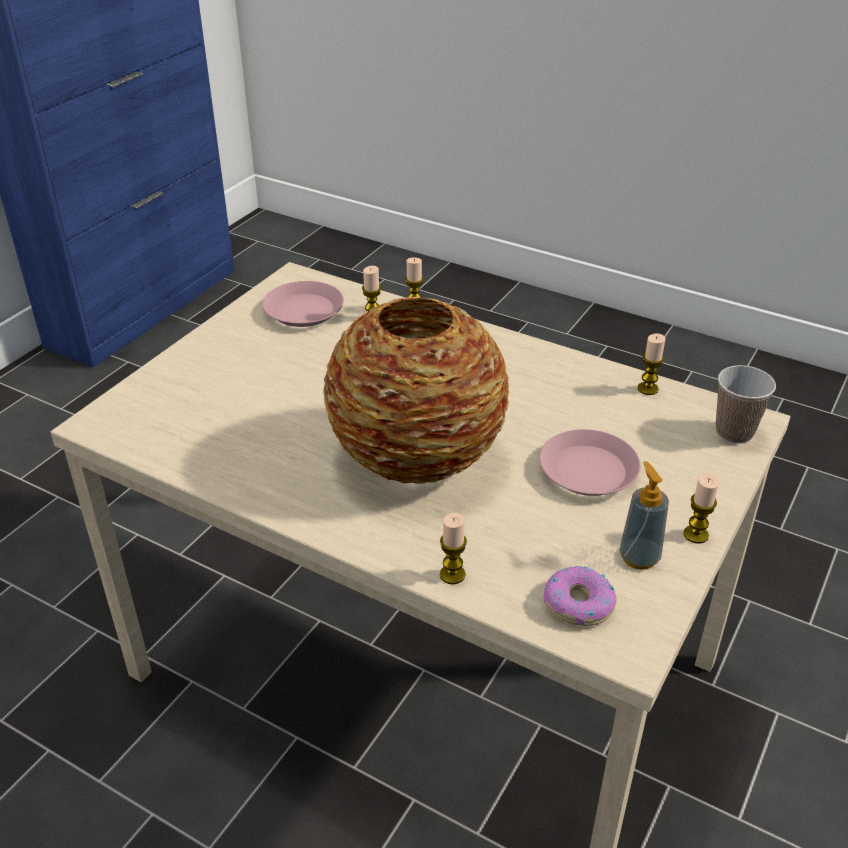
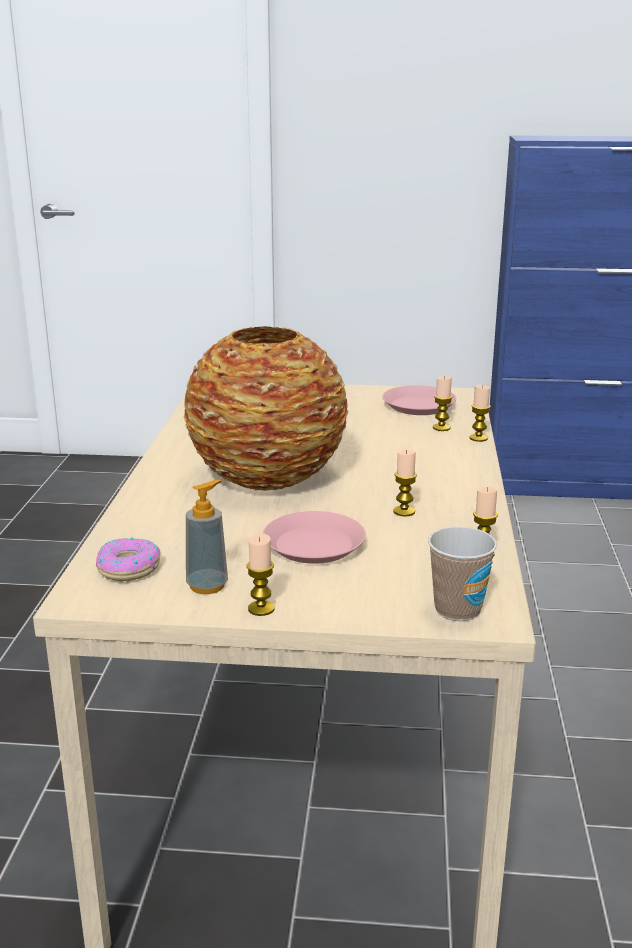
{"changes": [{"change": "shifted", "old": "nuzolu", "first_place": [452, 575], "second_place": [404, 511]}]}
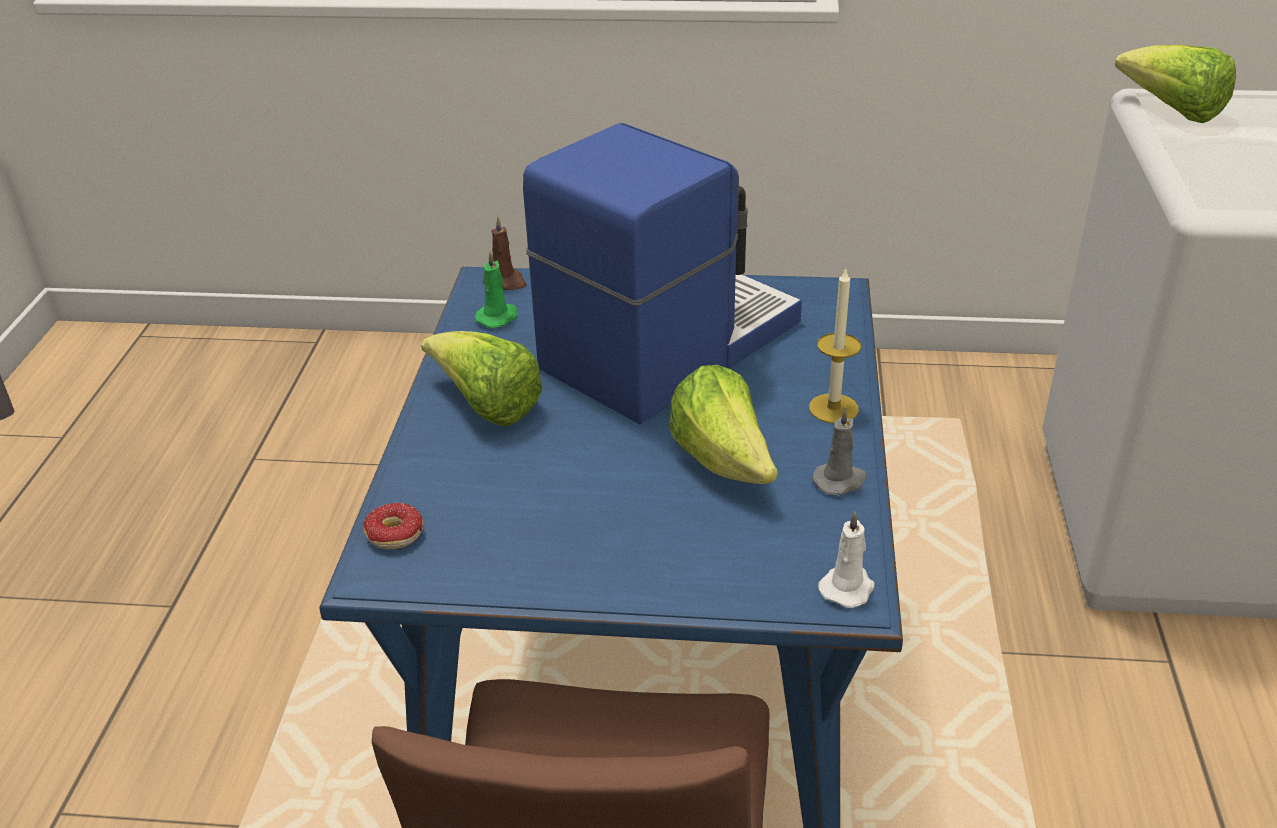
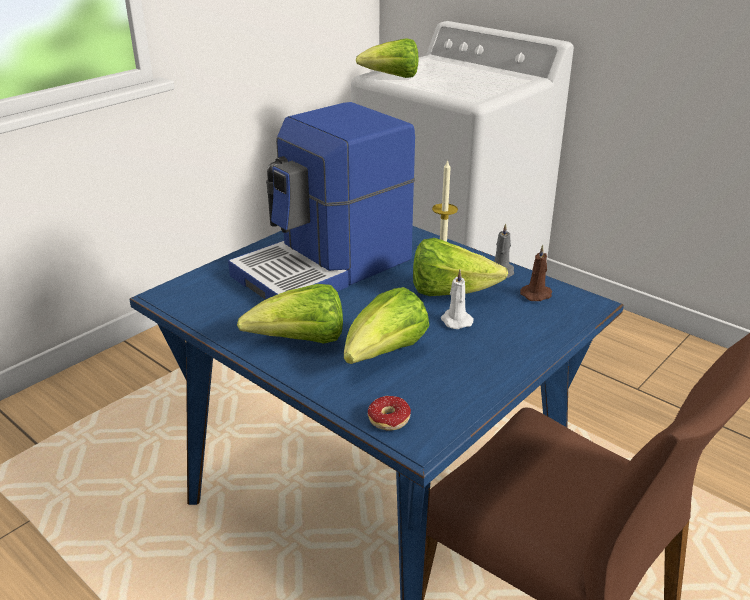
{"changes": [{"change": "gone", "old": "green nuzolu", "first_place": [498, 317]}, {"change": "new", "new": "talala", "second_place": [385, 354]}, {"change": "shifted", "old": "brown nuzolu", "first_place": [506, 282], "second_place": [537, 294]}, {"change": "shifted", "old": "white nuzolu", "first_place": [848, 587], "second_place": [455, 320]}, {"change": "rotated", "old": "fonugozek", "first_place": [666, 345], "second_place": [326, 268], "degrees": -120}]}
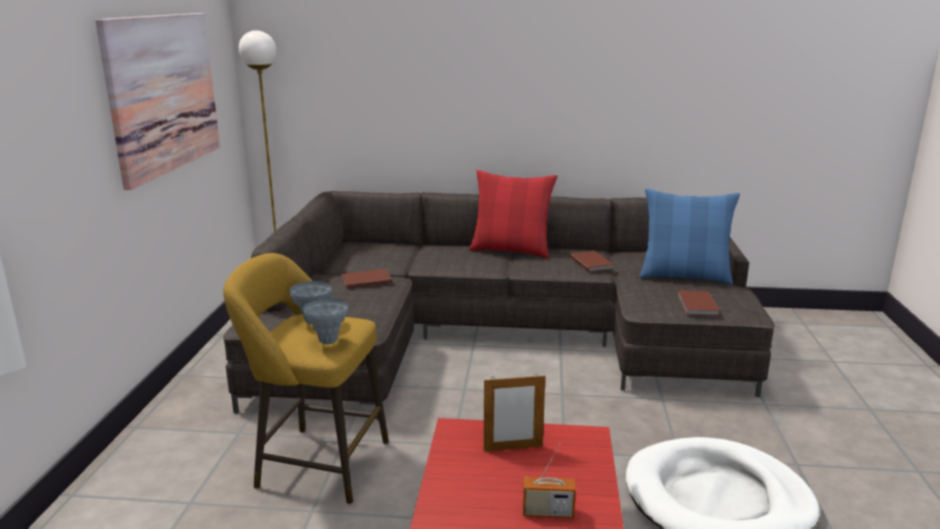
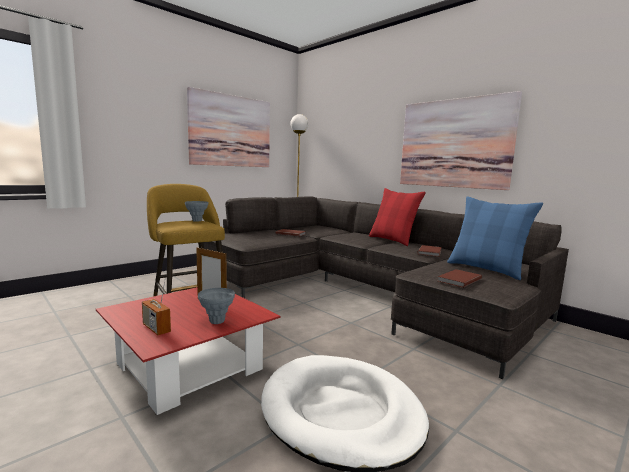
{"changes": [{"change": "new", "new": "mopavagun", "second_place": [454, 143]}, {"change": "shifted", "old": "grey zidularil", "first_place": [328, 341], "second_place": [216, 321]}]}
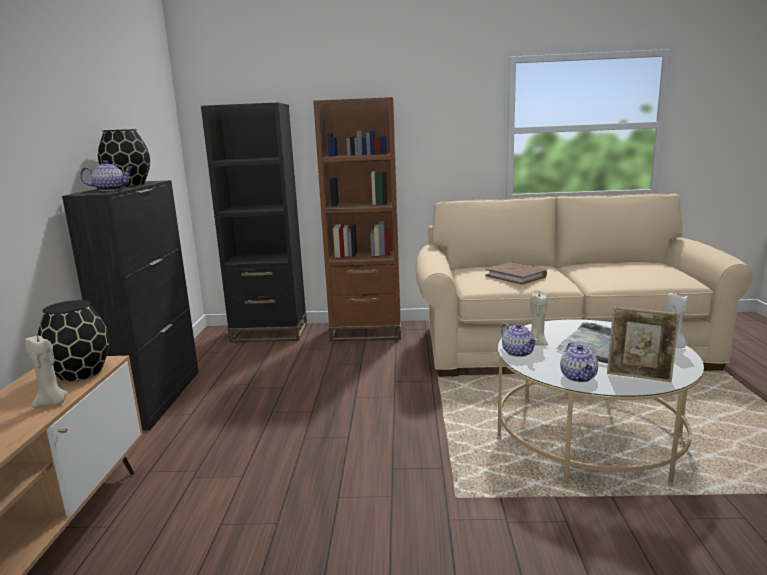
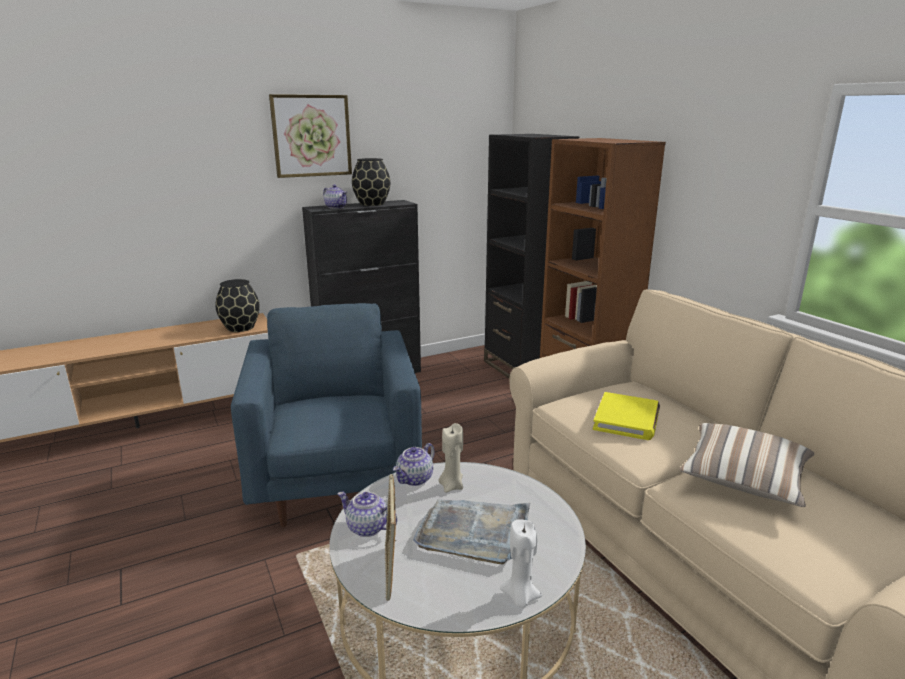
{"changes": [{"change": "gone", "old": "beige nuzolu", "first_place": [52, 403]}, {"change": "new", "new": "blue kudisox", "second_place": [337, 481]}, {"change": "new", "new": "mopavagun", "second_place": [311, 136]}, {"change": "new", "new": "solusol", "second_place": [743, 481]}, {"change": "repainted", "old": "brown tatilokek", "new": "yellow tatilokek", "first_place": [516, 276], "second_place": [627, 419]}, {"change": "rotated", "old": "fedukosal", "first_place": [579, 377], "second_place": [367, 528], "degrees": 60}]}
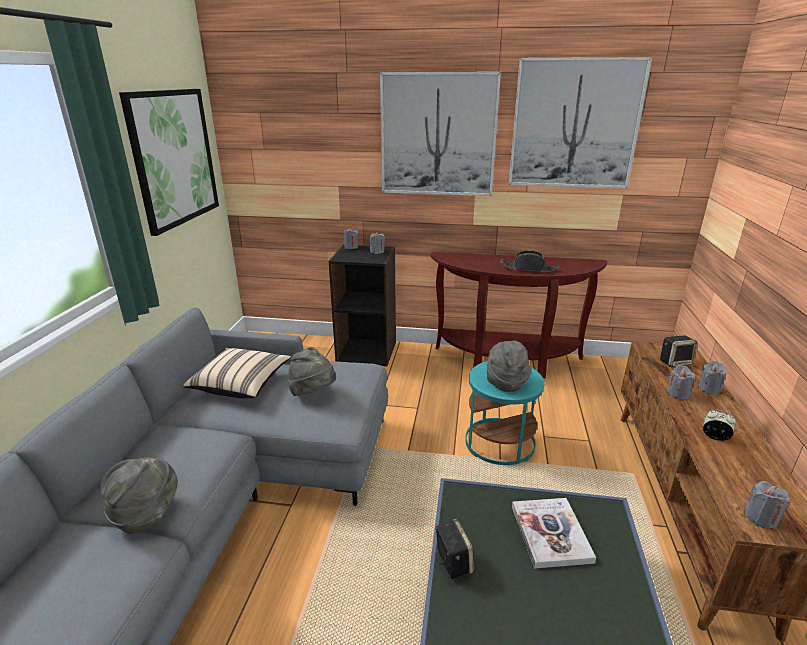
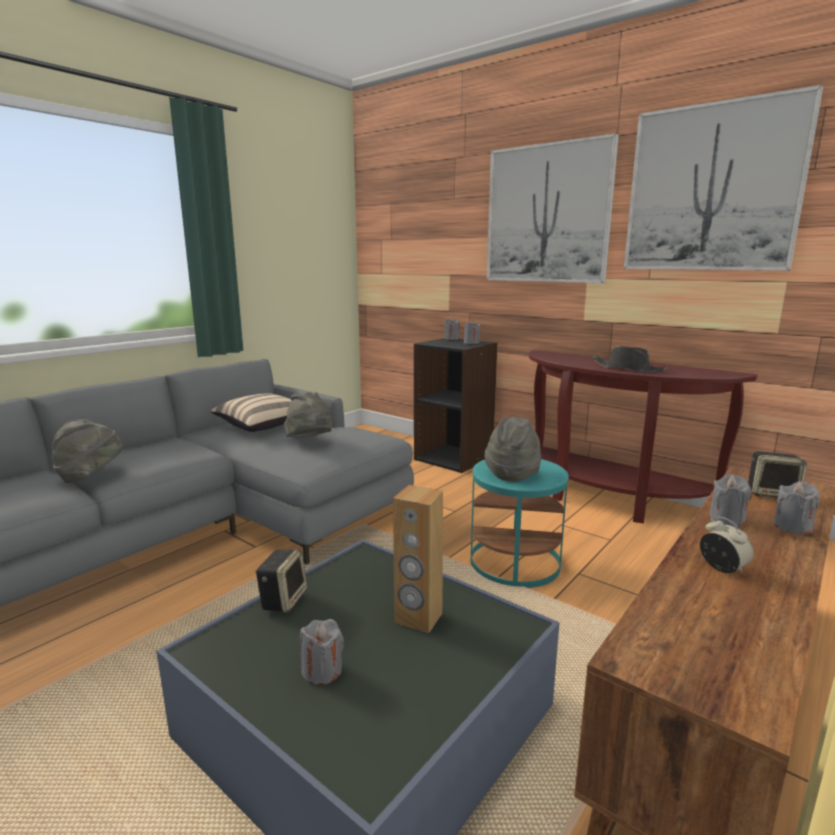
{"changes": [{"change": "gone", "old": "mopavagun", "first_place": [174, 158]}, {"change": "shifted", "old": "grey nuzolu", "first_place": [760, 518], "second_place": [322, 671]}, {"change": "swapped", "old": "tatilokek", "new": "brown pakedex", "first_place": [550, 533], "second_place": [418, 618]}]}
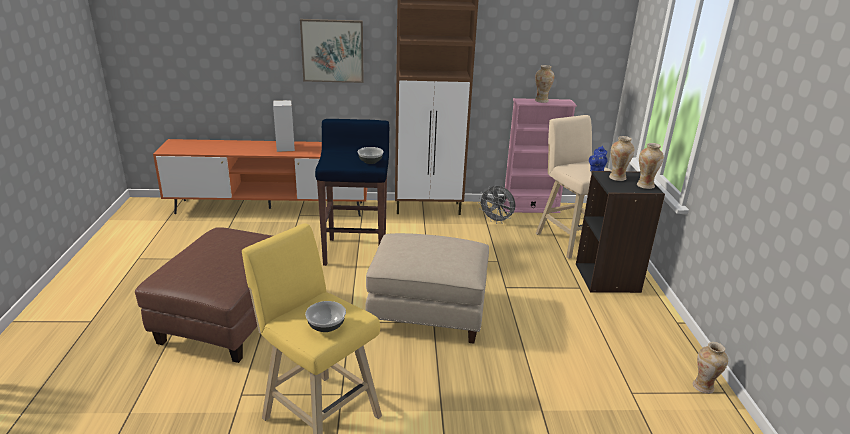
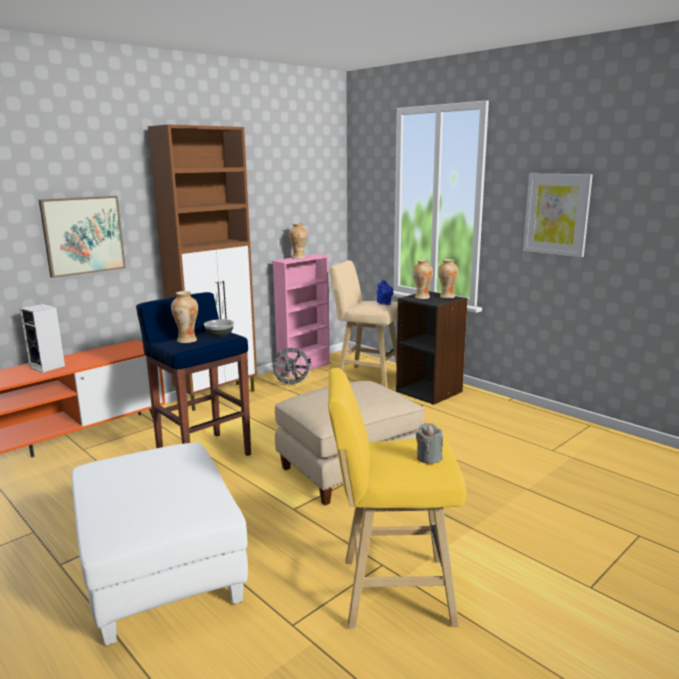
{"changes": [{"change": "new", "new": "mopavagun", "second_place": [556, 214]}, {"change": "shifted", "old": "zidularil", "first_place": [703, 386], "second_place": [187, 340]}, {"change": "swapped", "old": "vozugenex", "new": "grey nuzolu", "first_place": [326, 326], "second_place": [429, 458]}, {"change": "repainted", "old": "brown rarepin", "new": "white rarepin", "first_place": [229, 320], "second_place": [162, 573]}]}
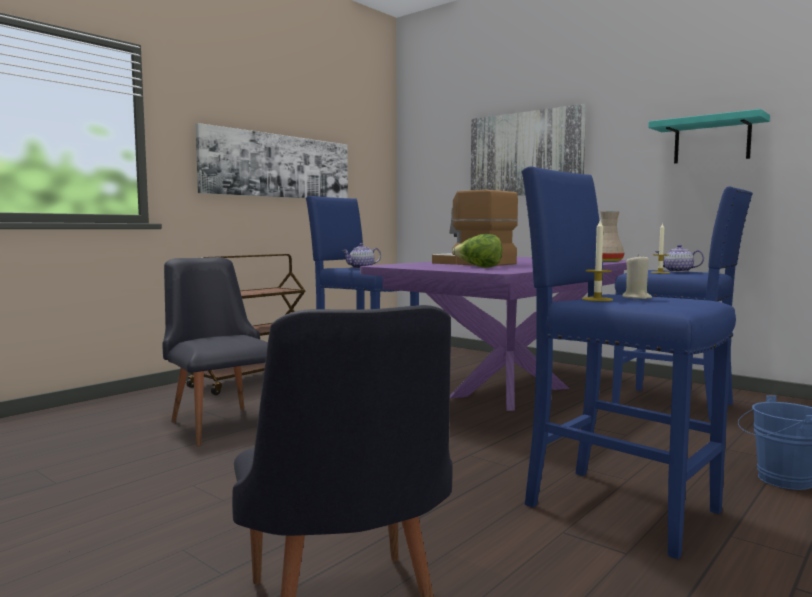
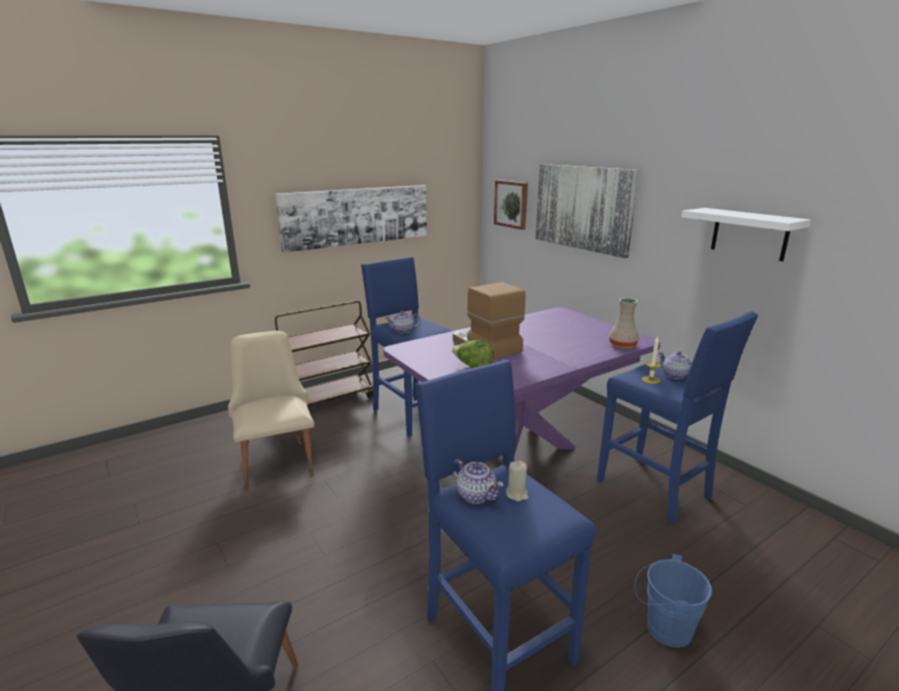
{"changes": [{"change": "new", "new": "mopavagun", "second_place": [511, 204]}, {"change": "swapped", "old": "nuzolu", "new": "fedukosal", "first_place": [597, 299], "second_place": [476, 495]}, {"change": "repainted", "old": "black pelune", "new": "beige pelune", "first_place": [221, 421], "second_place": [277, 460]}, {"change": "repainted", "old": "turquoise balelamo", "new": "white balelamo", "first_place": [711, 140], "second_place": [749, 234]}]}
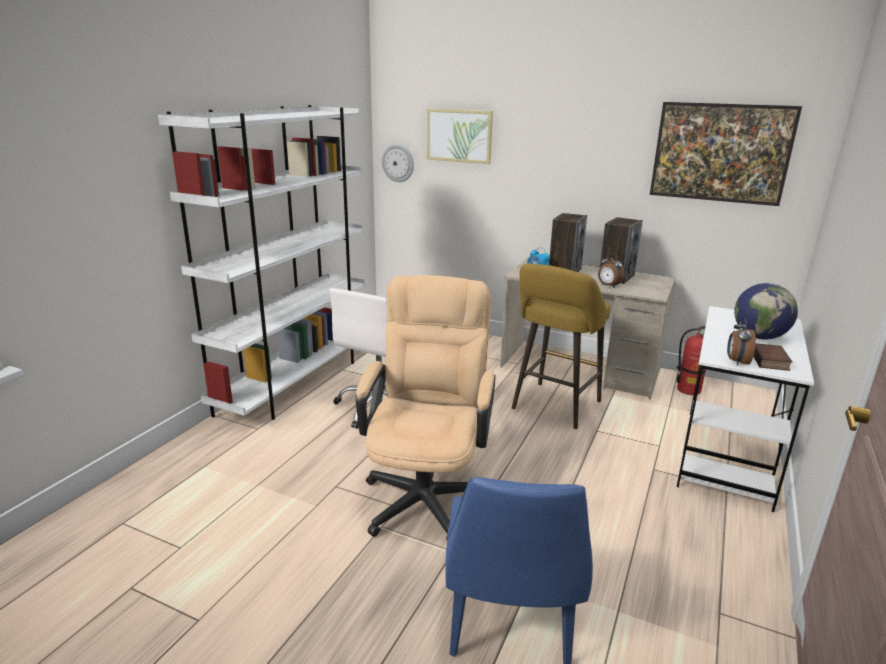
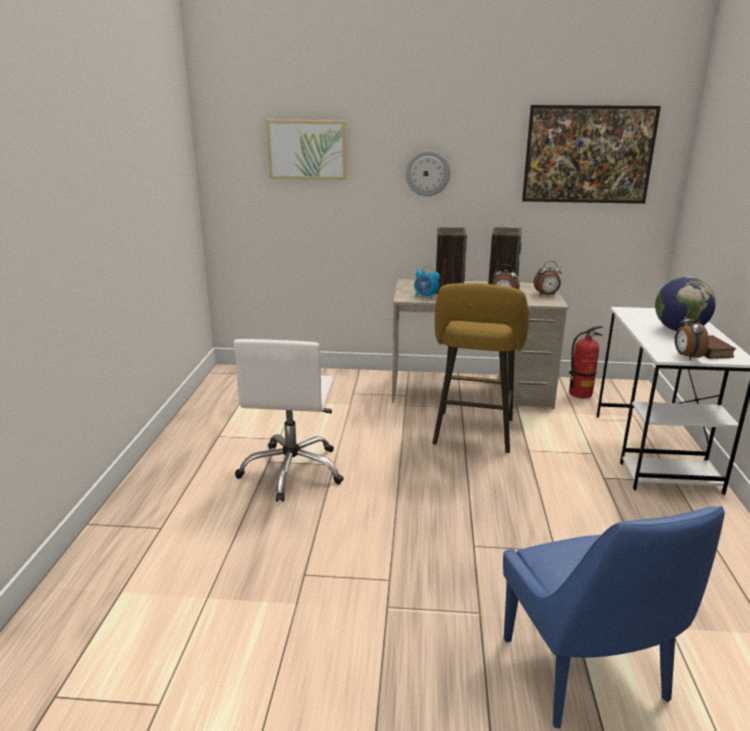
{"changes": [{"change": "gone", "old": "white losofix", "first_place": [295, 382]}, {"change": "gone", "old": "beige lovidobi", "first_place": [427, 492]}, {"change": "new", "new": "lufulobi", "second_place": [546, 295]}, {"change": "shifted", "old": "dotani", "first_place": [398, 163], "second_place": [427, 173]}]}
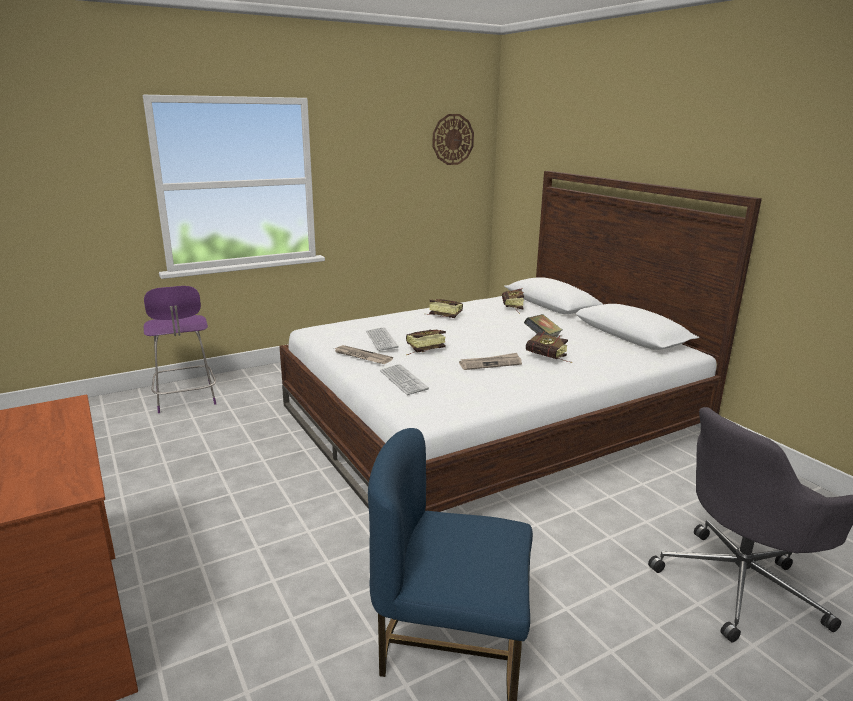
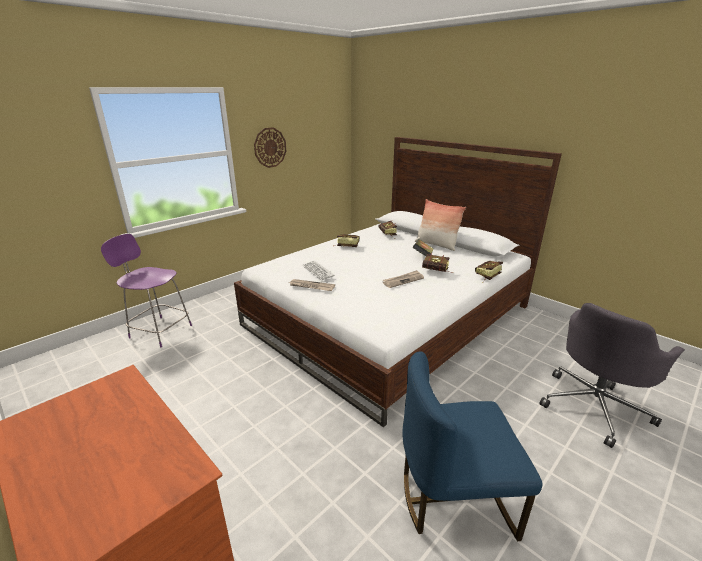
{"changes": [{"change": "gone", "old": "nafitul", "first_place": [403, 380]}, {"change": "new", "new": "solusol", "second_place": [436, 245]}, {"change": "shifted", "old": "tatilokek", "first_place": [422, 350], "second_place": [486, 277]}, {"change": "shifted", "old": "dotani", "first_place": [452, 139], "second_place": [270, 147]}, {"change": "rotated", "old": "purple pelune", "first_place": [185, 399], "second_place": [159, 331], "degrees": 150}]}
